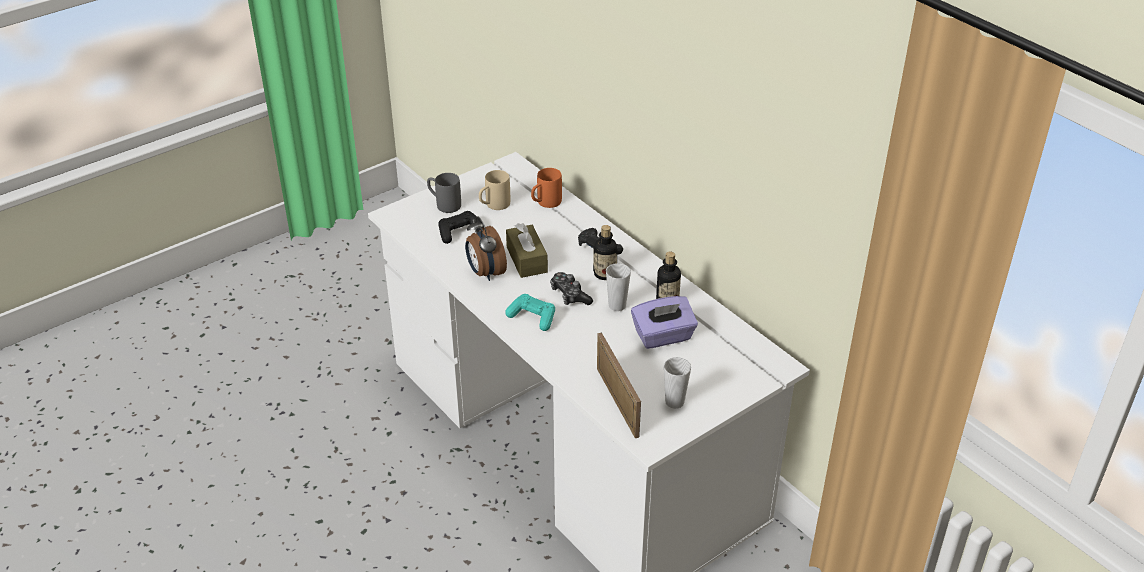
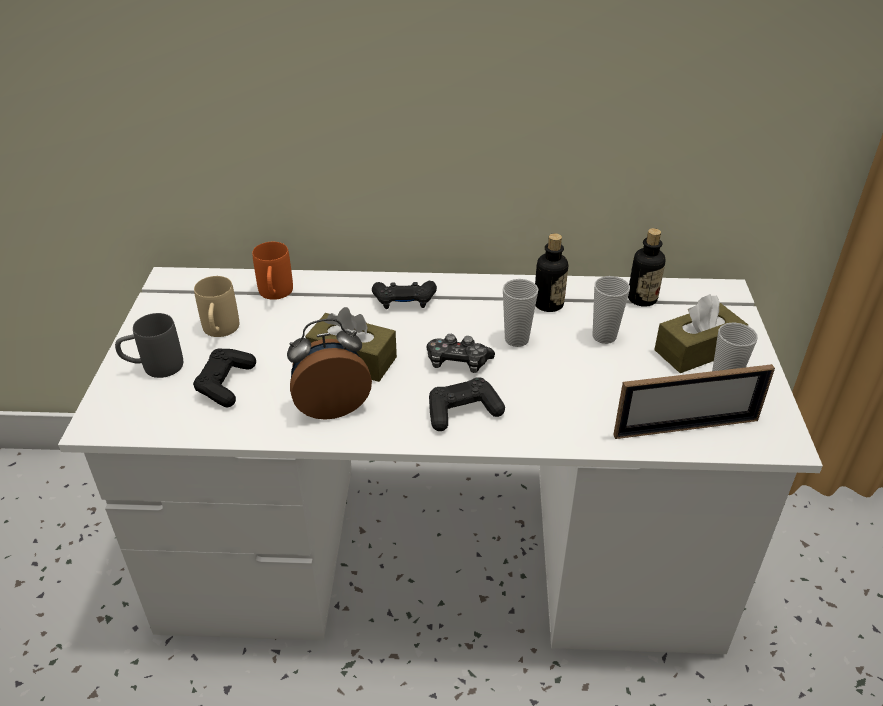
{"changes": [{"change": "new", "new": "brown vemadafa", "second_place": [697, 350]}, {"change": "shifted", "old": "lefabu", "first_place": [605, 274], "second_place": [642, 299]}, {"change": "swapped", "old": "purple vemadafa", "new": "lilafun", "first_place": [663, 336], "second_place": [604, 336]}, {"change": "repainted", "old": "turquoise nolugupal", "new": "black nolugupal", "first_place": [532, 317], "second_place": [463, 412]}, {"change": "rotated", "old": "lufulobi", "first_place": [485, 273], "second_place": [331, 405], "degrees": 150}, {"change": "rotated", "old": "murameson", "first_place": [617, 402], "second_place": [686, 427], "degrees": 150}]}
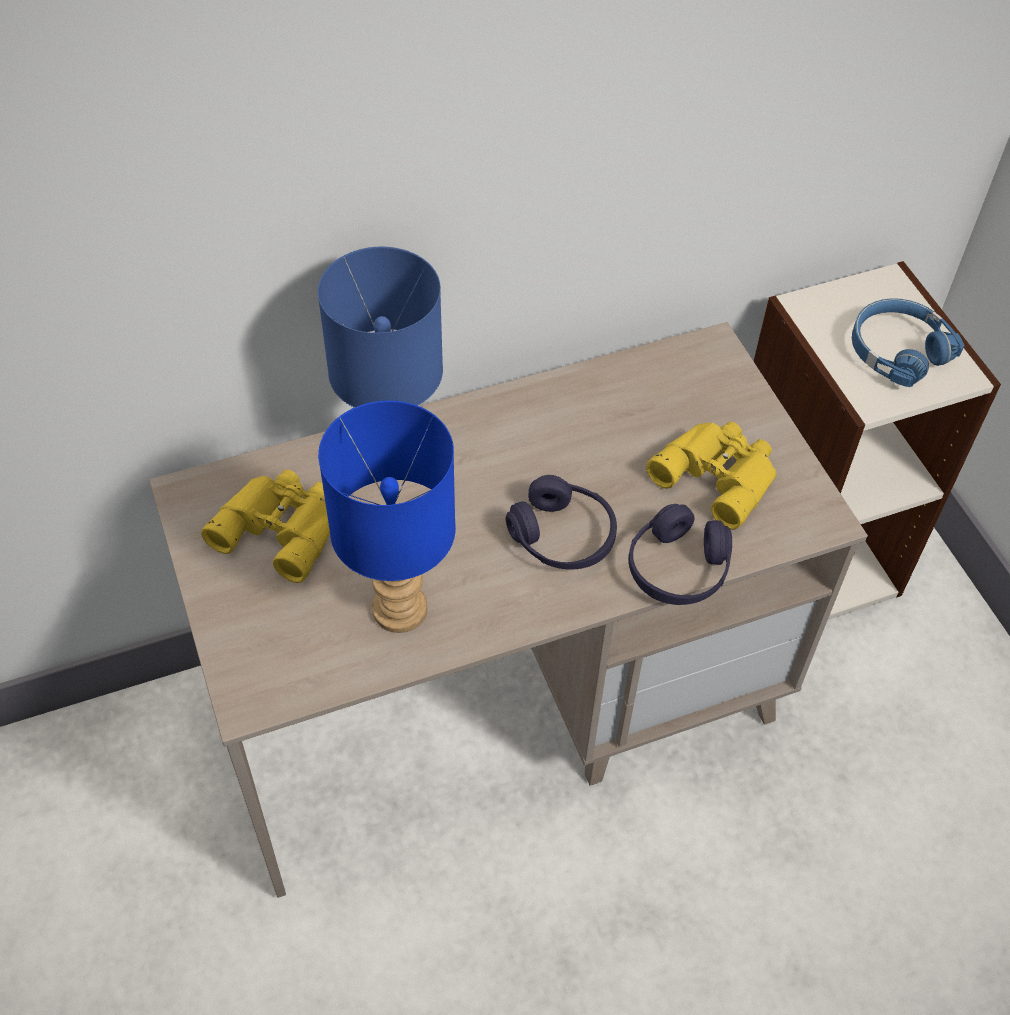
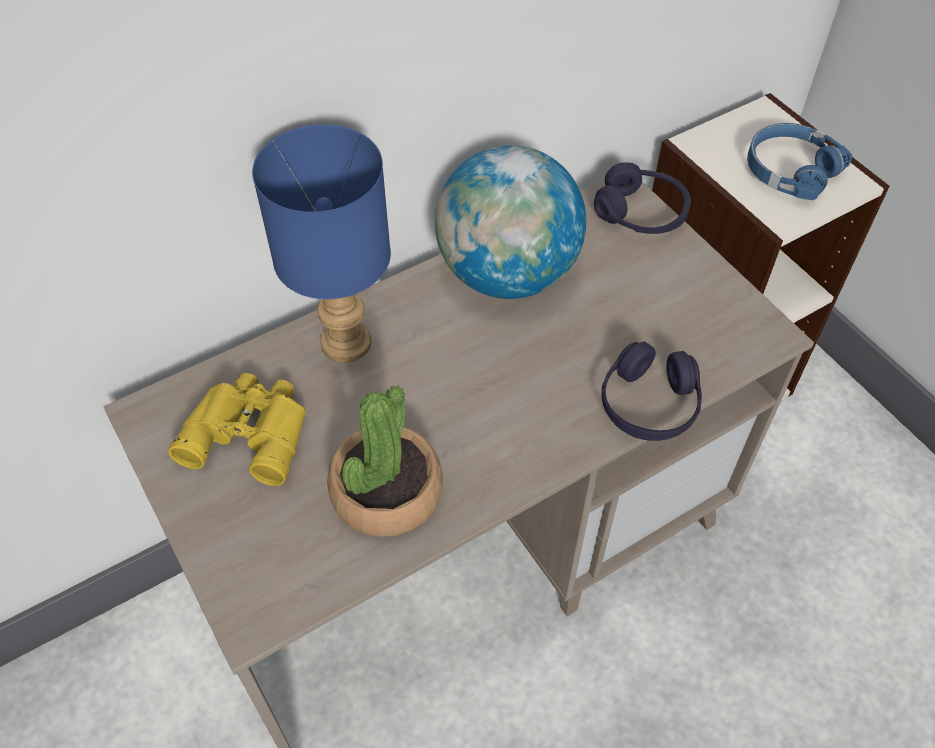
{"changes": [{"change": "gone", "old": "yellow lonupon", "first_place": [718, 474]}, {"change": "new", "new": "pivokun", "second_place": [507, 275]}, {"change": "shifted", "old": "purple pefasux", "first_place": [562, 536], "second_place": [640, 213]}, {"change": "swapped", "old": "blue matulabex", "new": "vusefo", "first_place": [399, 607], "second_place": [386, 492]}]}
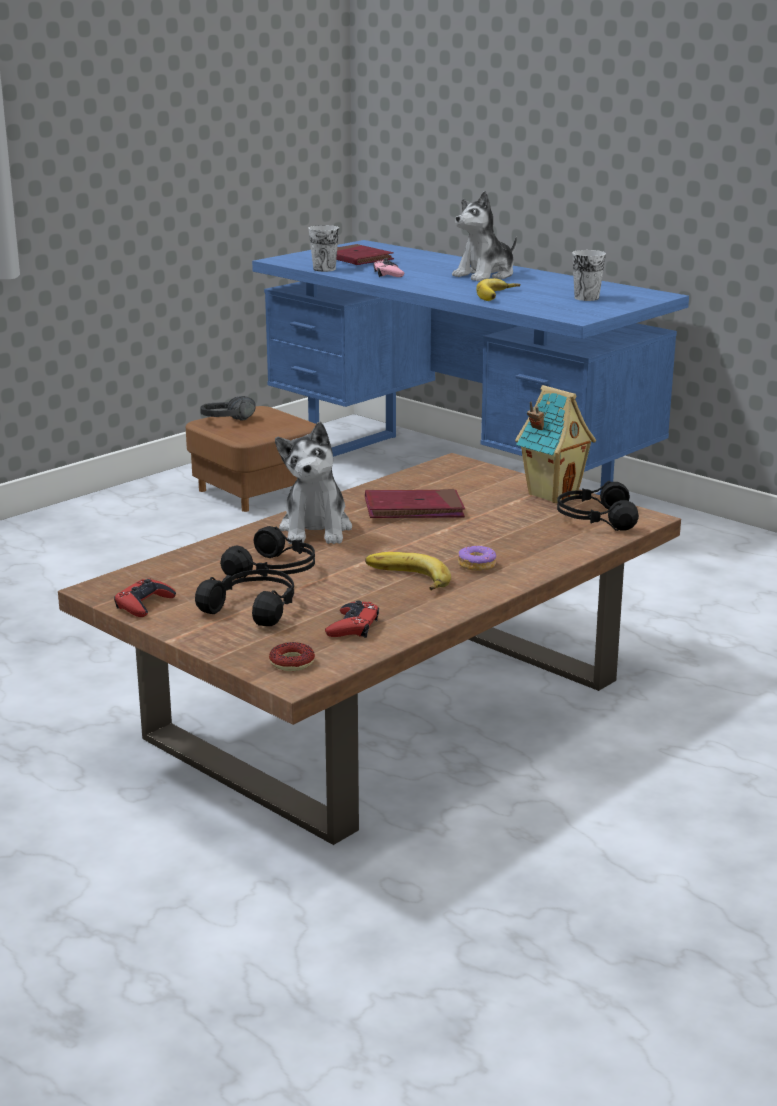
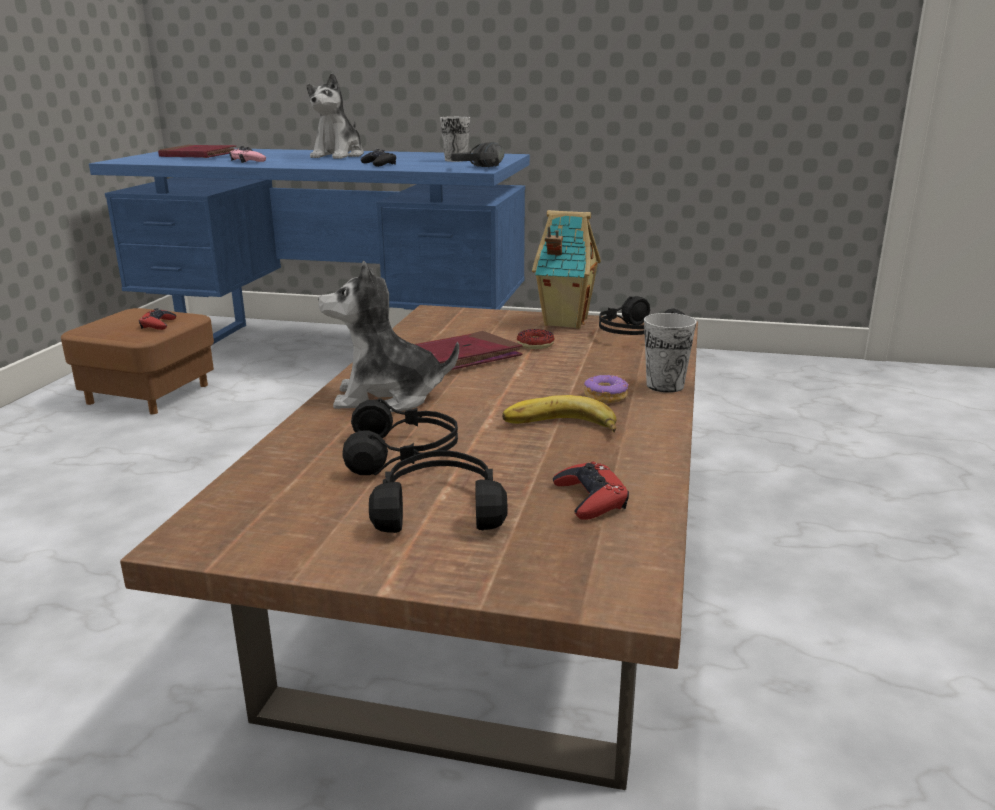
{"changes": [{"change": "shifted", "old": "red nolugupal", "first_place": [144, 604], "second_place": [158, 324]}, {"change": "shifted", "old": "black pefasux", "first_place": [230, 422], "second_place": [486, 169]}, {"change": "shifted", "old": "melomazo", "first_place": [292, 662], "second_place": [535, 344]}, {"change": "shifted", "old": "lilafun", "first_place": [324, 269], "second_place": [665, 385]}, {"change": "swapped", "old": "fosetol", "new": "black nolugupal", "first_place": [499, 295], "second_place": [379, 164]}, {"change": "rotated", "old": "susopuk", "first_place": [316, 529], "second_place": [387, 397], "degrees": 120}]}
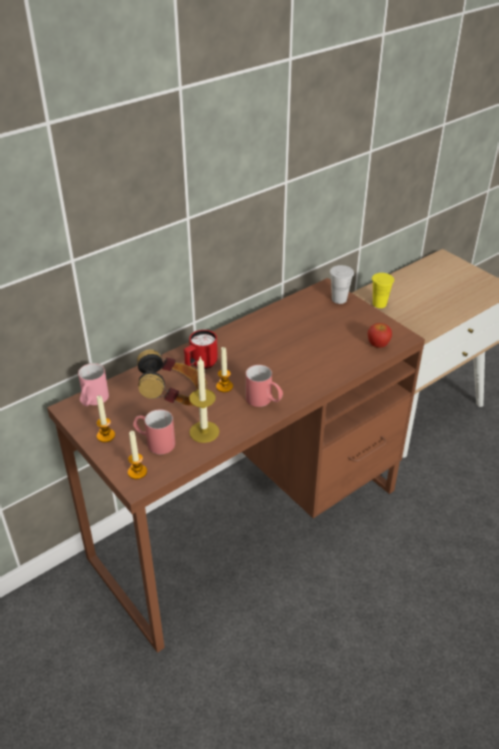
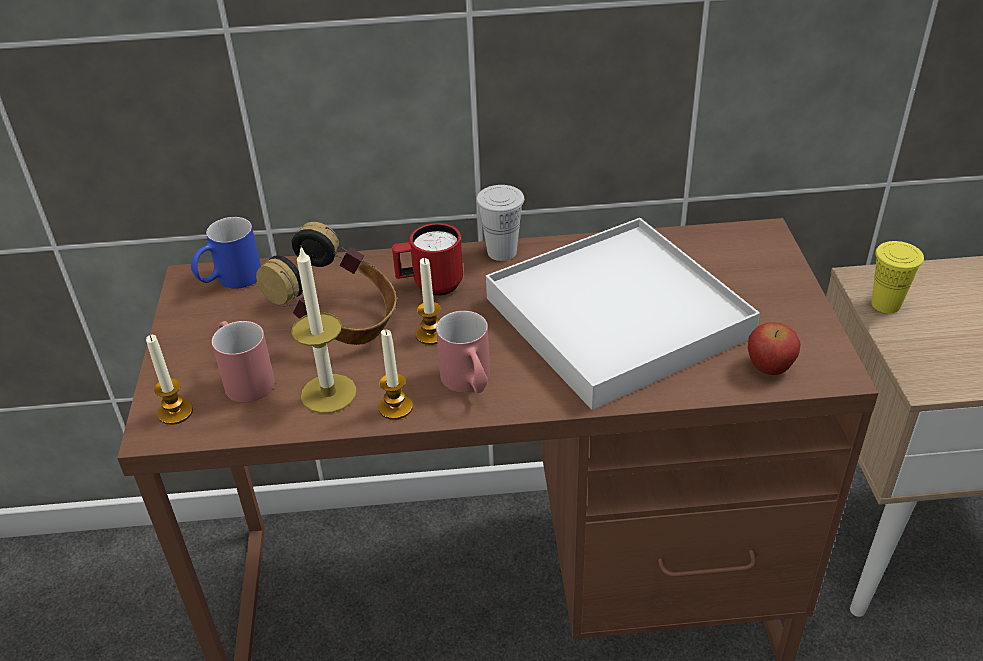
{"changes": [{"change": "new", "new": "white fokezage", "second_place": [616, 317]}, {"change": "shifted", "old": "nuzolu", "first_place": [106, 436], "second_place": [395, 407]}, {"change": "shifted", "old": "white lilafun", "first_place": [339, 299], "second_place": [502, 252]}, {"change": "repainted", "old": "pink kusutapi", "new": "blue kusutapi", "first_place": [93, 401], "second_place": [230, 281]}]}
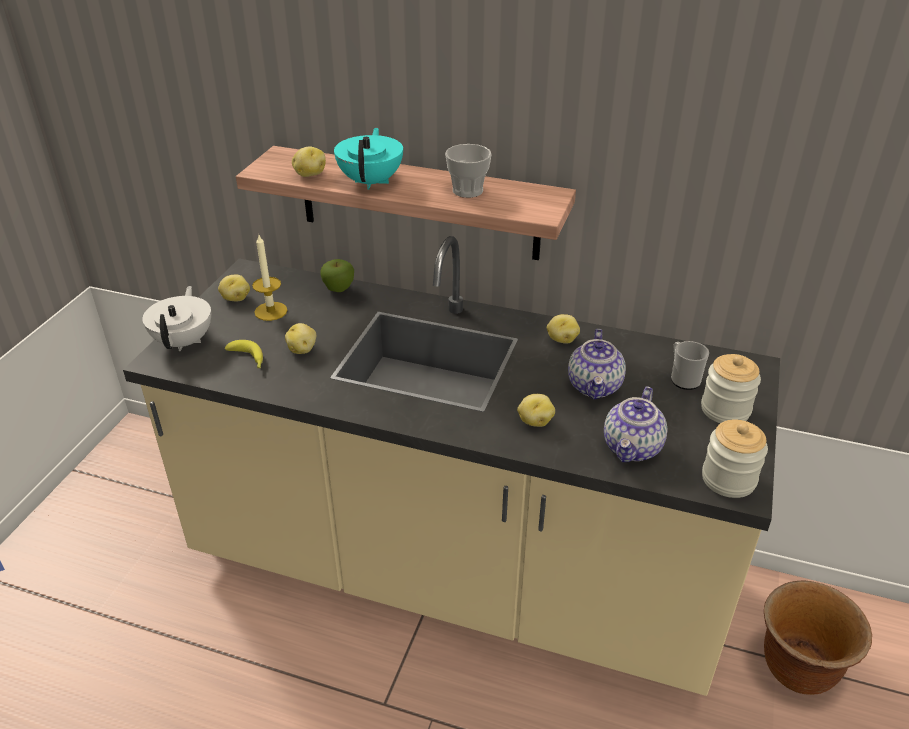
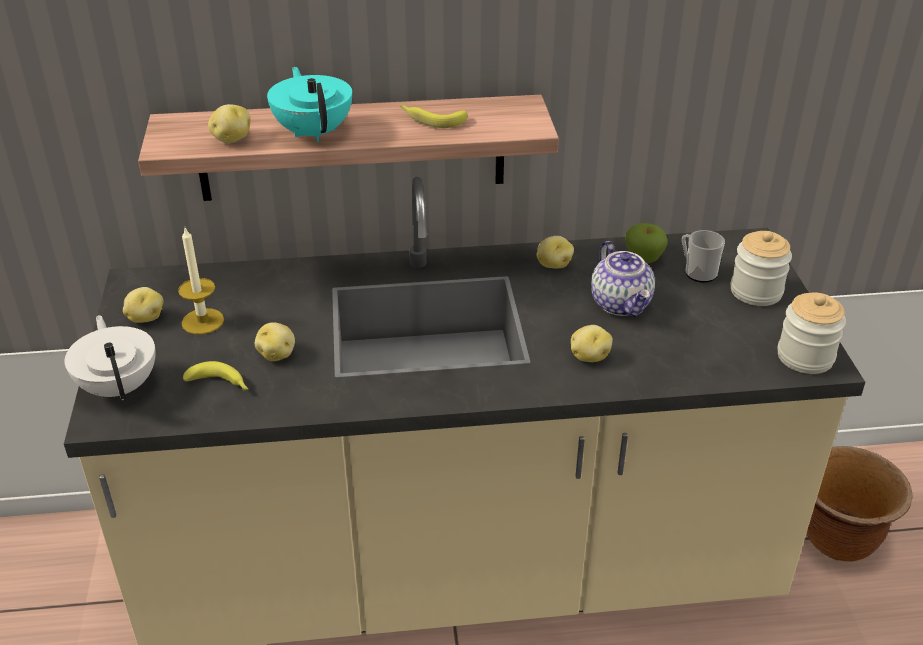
{"changes": [{"change": "gone", "old": "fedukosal", "first_place": [633, 448]}, {"change": "shifted", "old": "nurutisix", "first_place": [338, 289], "second_place": [643, 259]}, {"change": "swapped", "old": "lilafun", "new": "fosetol", "first_place": [467, 190], "second_place": [431, 119]}]}
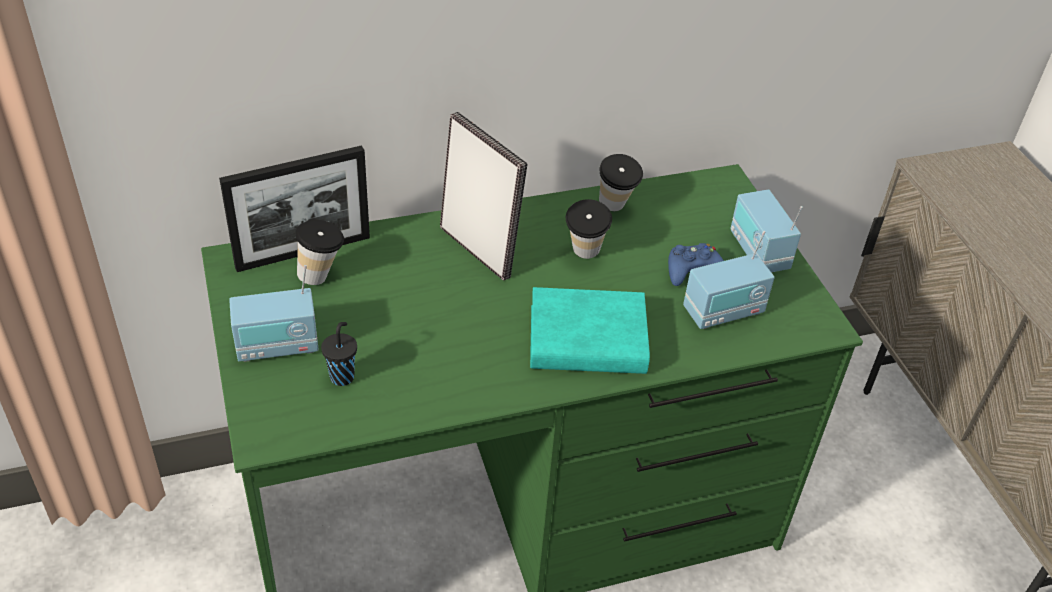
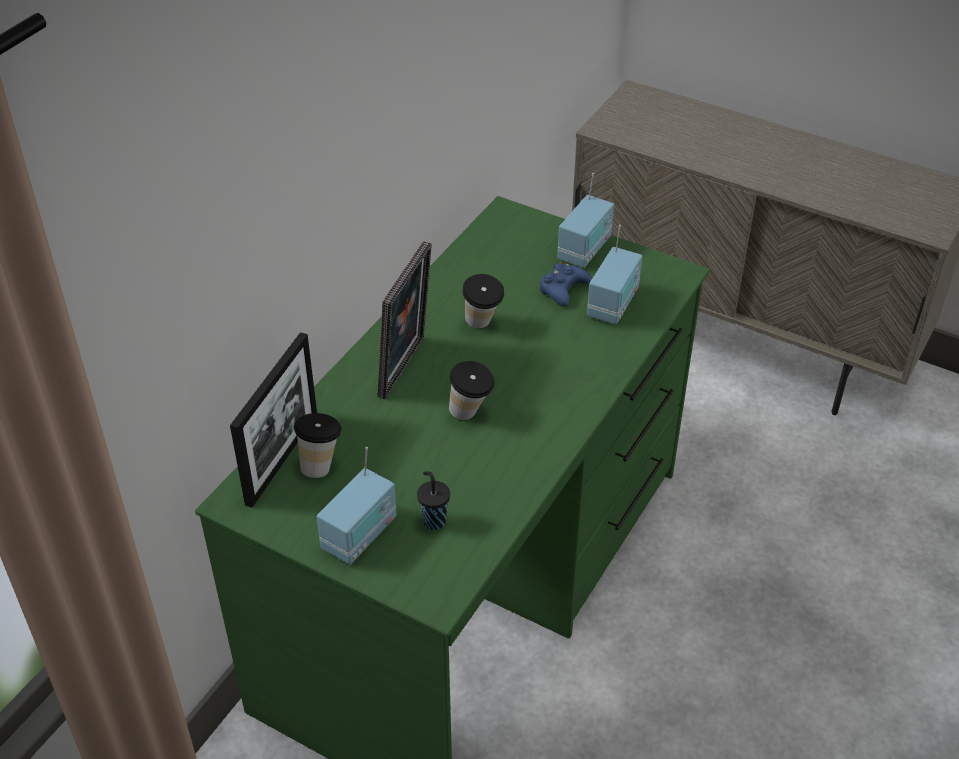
{"changes": [{"change": "gone", "old": "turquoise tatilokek", "first_place": [587, 340]}, {"change": "shifted", "old": "lilafun", "first_place": [615, 209], "second_place": [471, 414]}, {"change": "rotated", "old": "murameson", "first_place": [479, 249], "second_place": [407, 368], "degrees": 105}, {"change": "rotated", "old": "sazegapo", "first_place": [758, 252], "second_place": [585, 250], "degrees": -90}]}
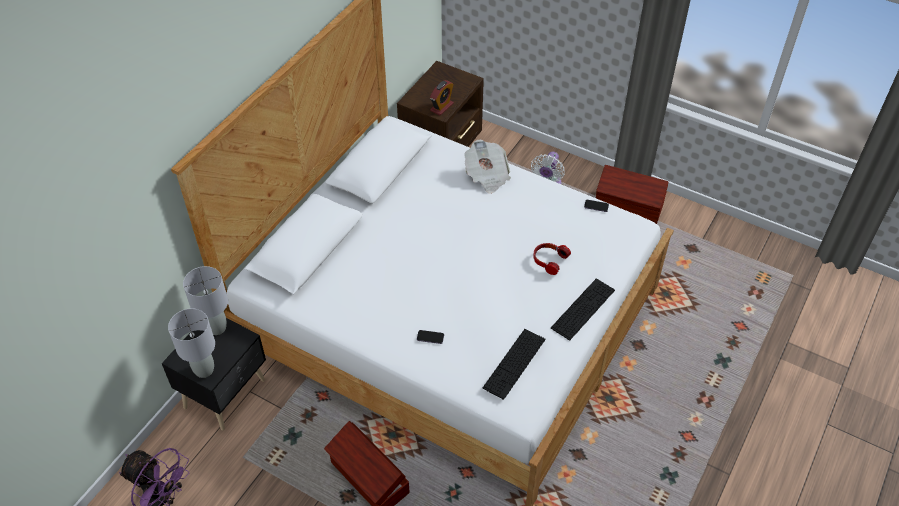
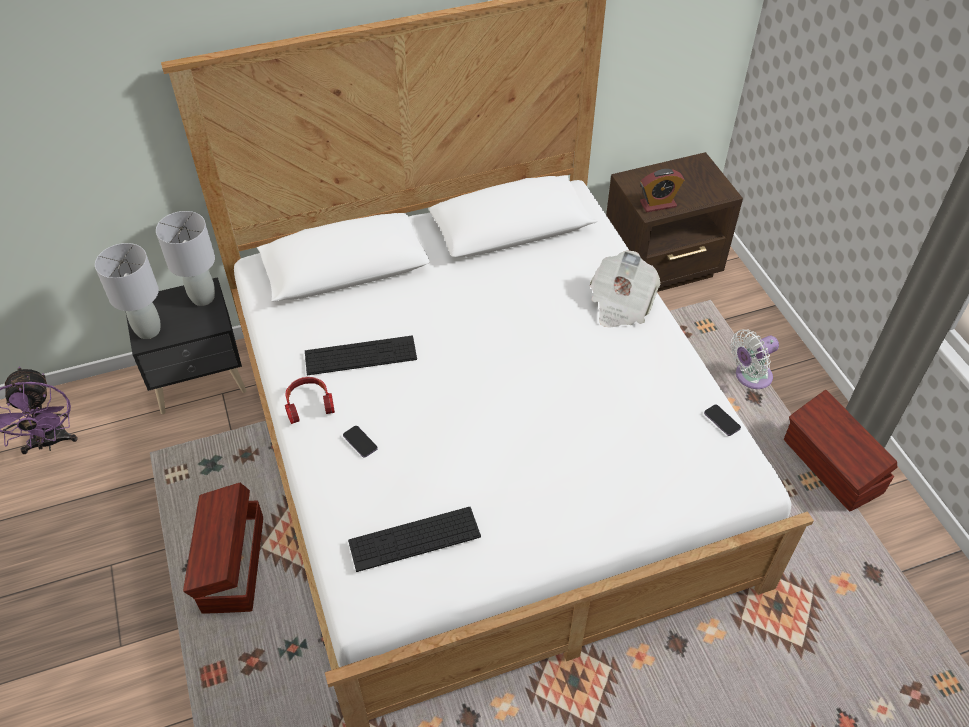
{"changes": [{"change": "shifted", "old": "pefasux", "first_place": [549, 260], "second_place": [309, 404]}, {"change": "shifted", "old": "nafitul", "first_place": [583, 309], "second_place": [360, 355]}]}
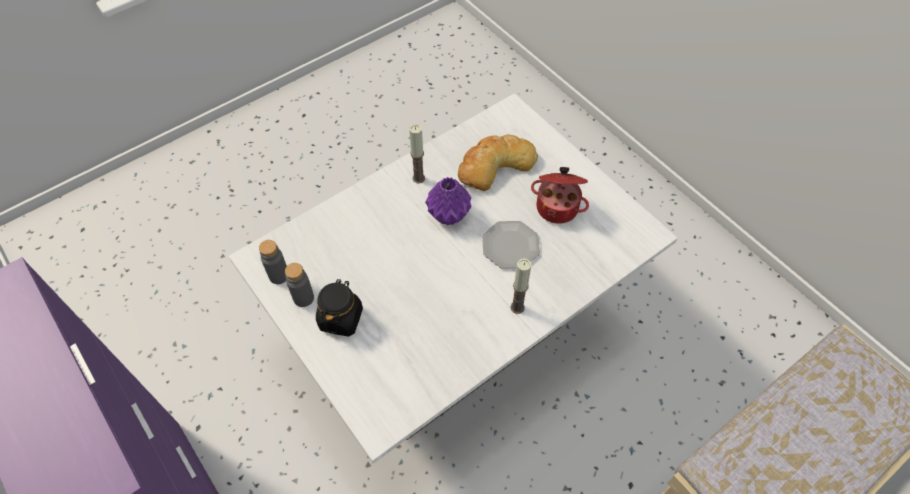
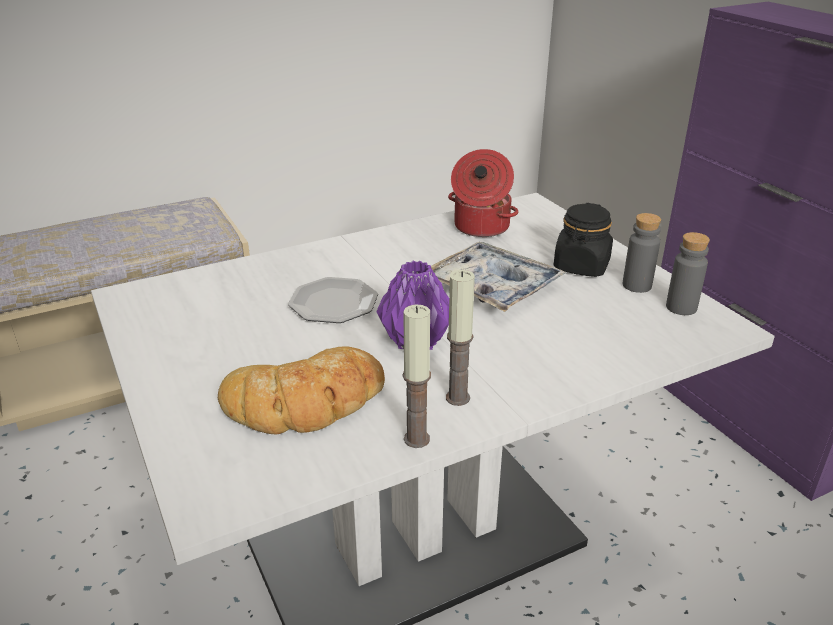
{"changes": [{"change": "new", "new": "fokezage", "second_place": [491, 287]}, {"change": "shifted", "old": "nuzolu", "first_place": [517, 307], "second_place": [416, 439]}, {"change": "shifted", "old": "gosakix", "first_place": [557, 206], "second_place": [480, 227]}]}
